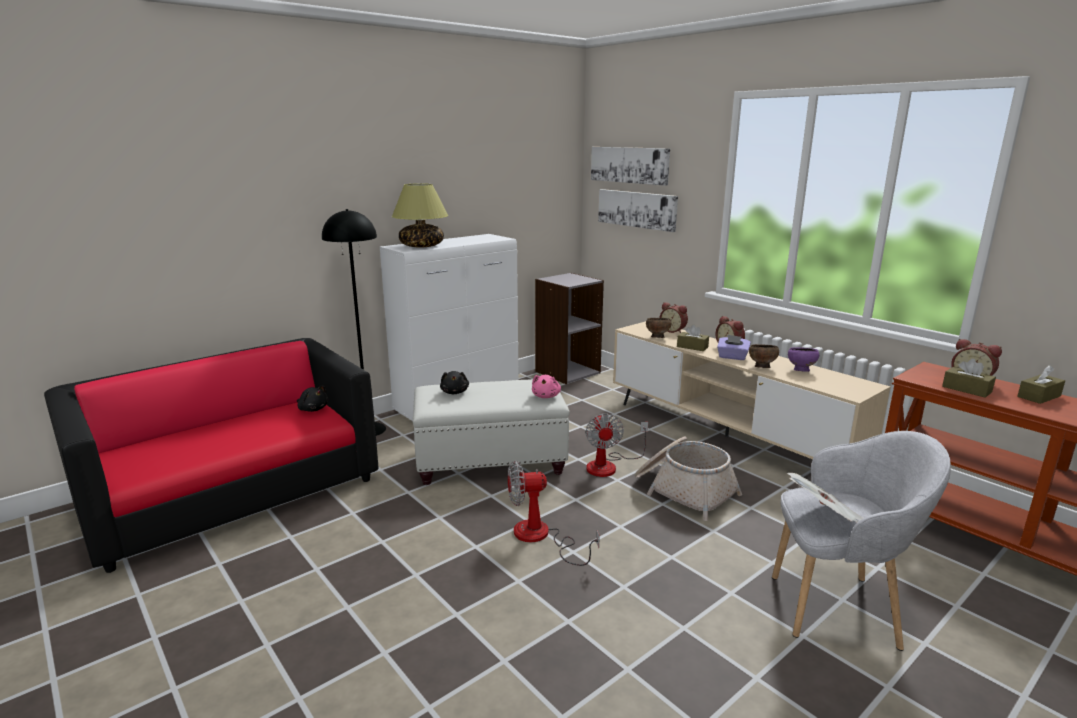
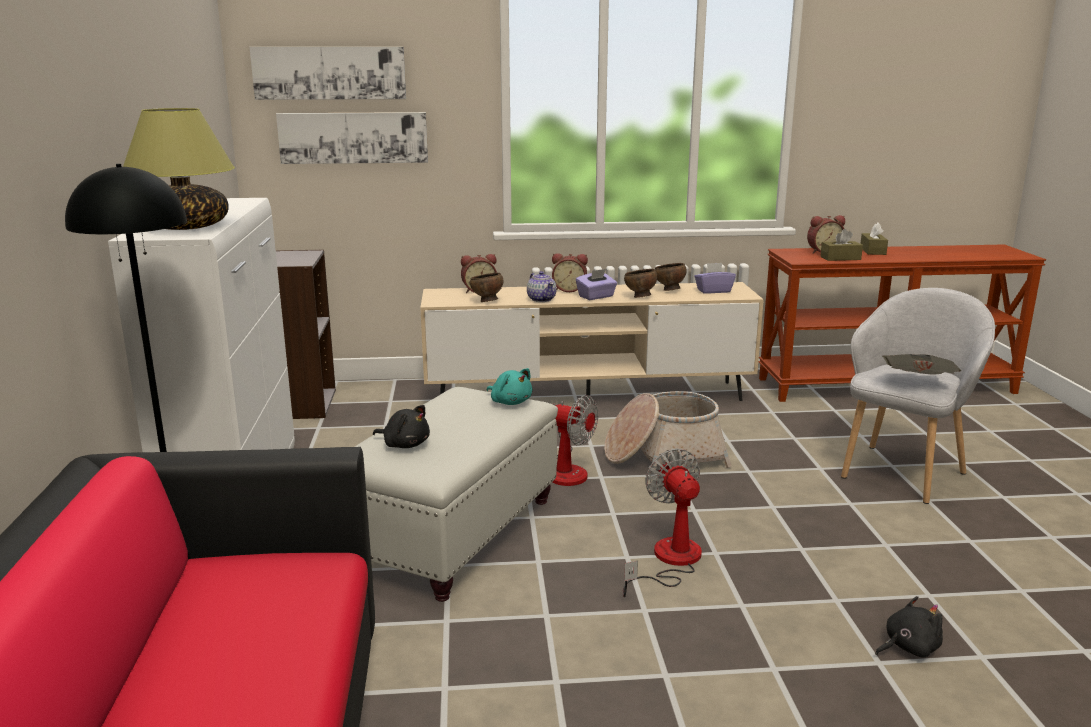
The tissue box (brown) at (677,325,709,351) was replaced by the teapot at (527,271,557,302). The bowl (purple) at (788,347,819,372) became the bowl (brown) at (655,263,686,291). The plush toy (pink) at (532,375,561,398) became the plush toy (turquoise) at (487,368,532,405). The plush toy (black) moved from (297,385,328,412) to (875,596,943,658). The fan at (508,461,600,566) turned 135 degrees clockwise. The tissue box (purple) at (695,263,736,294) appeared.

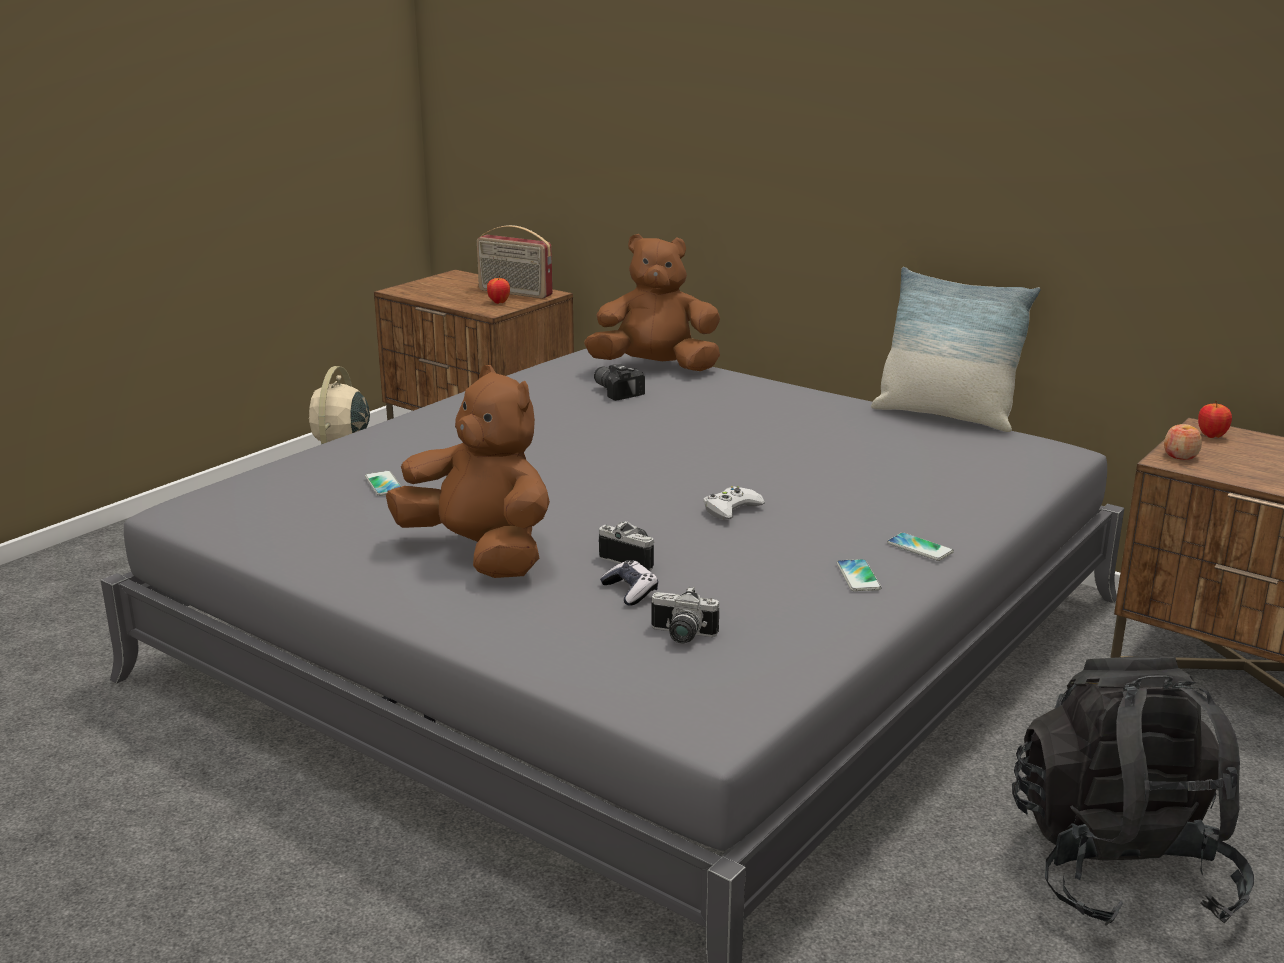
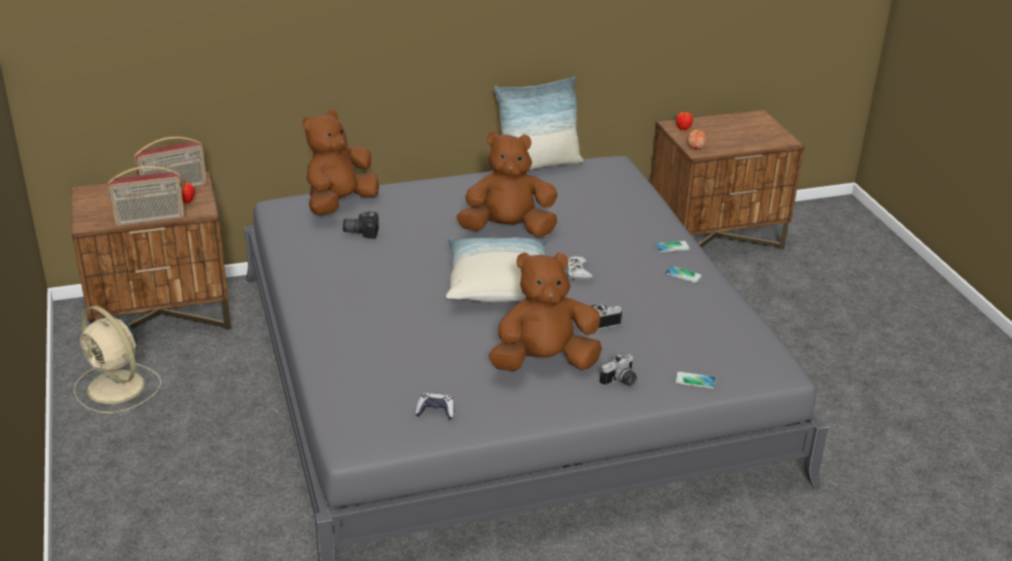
The phone moved from (365,470,402,496) to (675,371,716,389). The game controller moved from (600,560,658,606) to (415,393,454,419). The photo camera moved from (651,586,719,644) to (600,354,637,386). The backpack (black) at (1012,656,1254,926) disappeared. The plush toy (brown) at (457,132,557,236) appeared. The radio at (108,166,185,226) appeared. The pillow at (446,237,547,302) appeared.

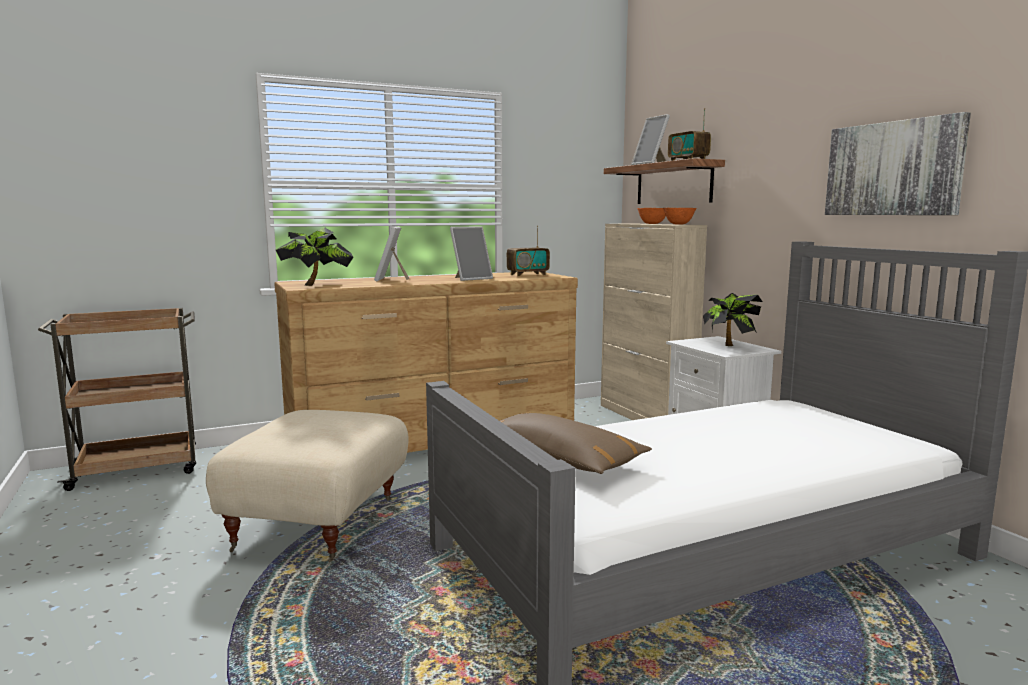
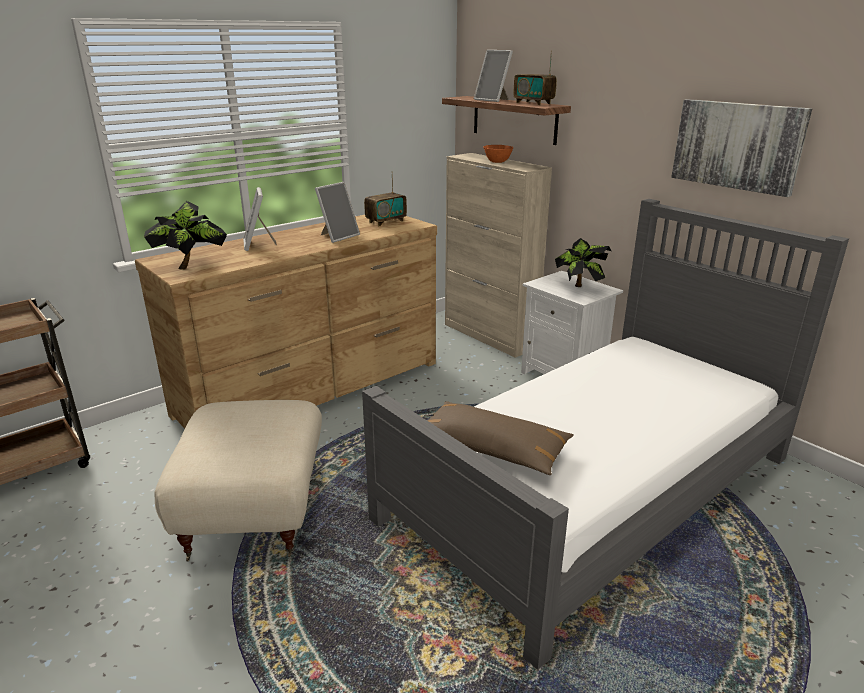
The bowl (orange) at (663,208,697,225) disappeared.

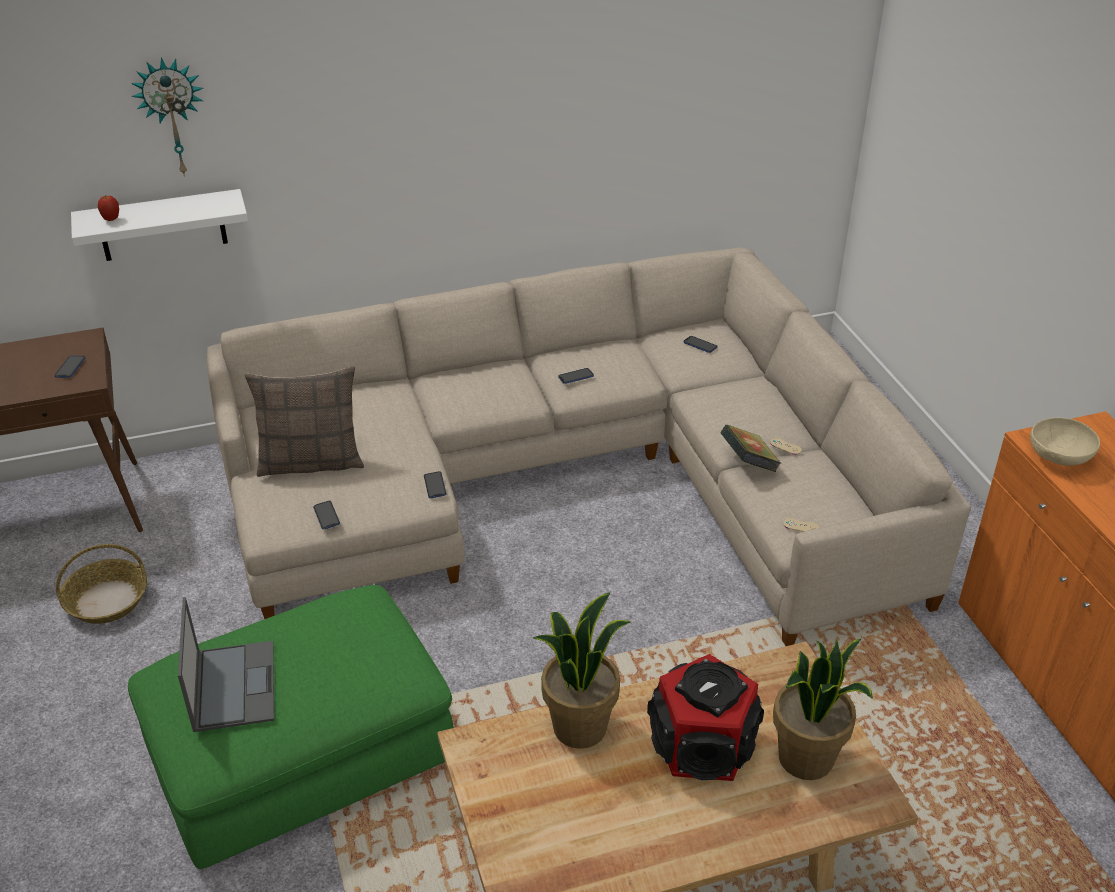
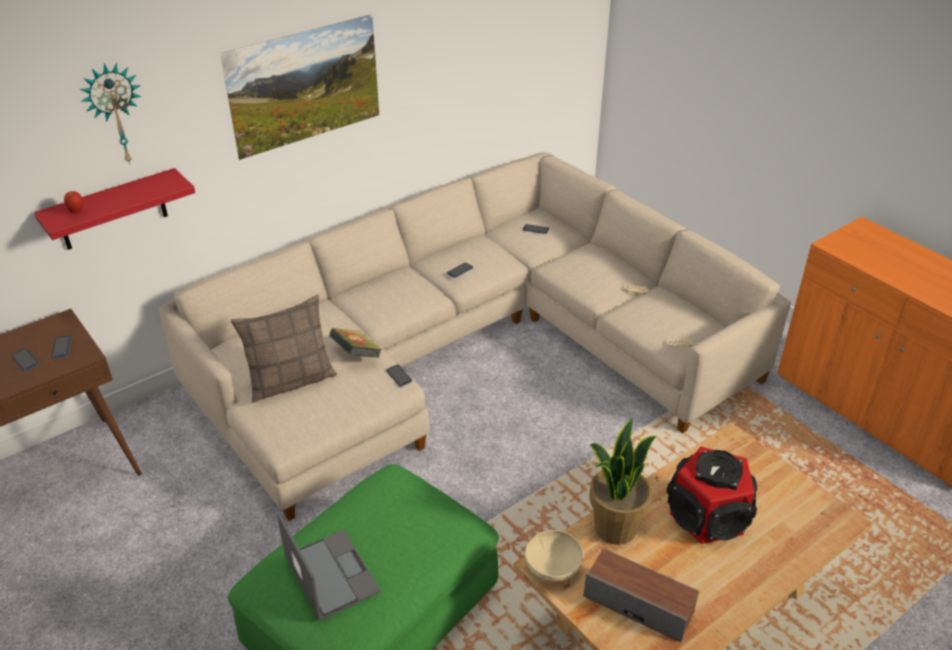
The shelf (white) at (71,189,248,261) became the shelf (red) at (34,168,195,250). The bowl (beige) moved from (1030,418,1100,466) to (525,530,584,581). The book moved from (721,425,781,472) to (329,328,382,358). The phone moved from (313,501,340,529) to (11,348,39,372). The basket at (56,544,147,624) disappeared. The potted plant at (773,638,873,780) disappeared. The picture at (220,14,379,160) appeared. The speaker at (583,548,699,642) appeared.

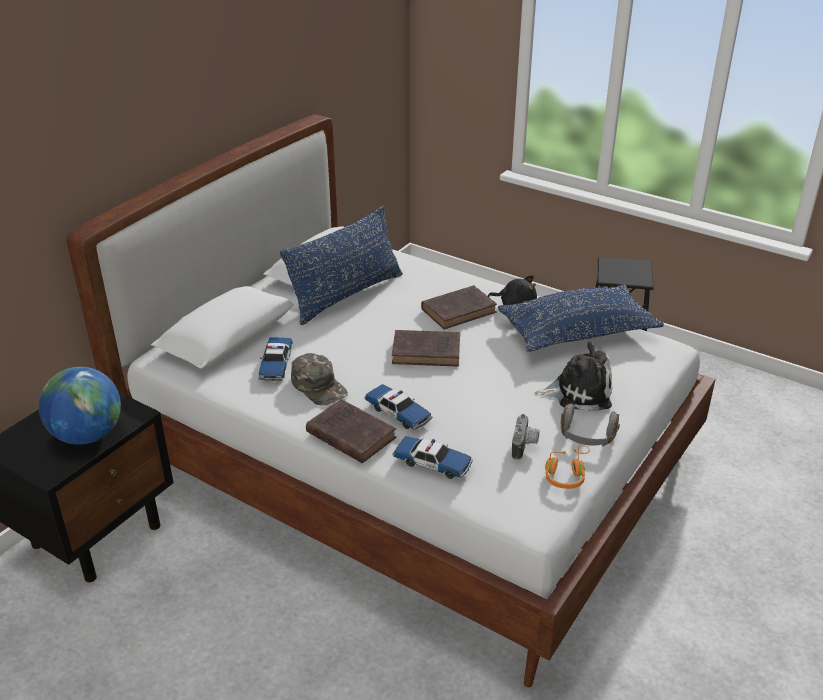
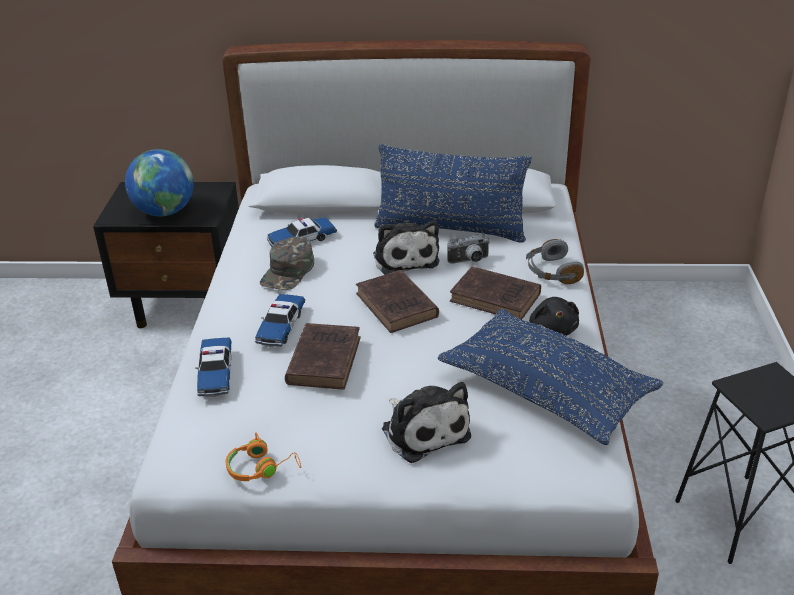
The book (brown) moved from (306,399,396,463) to (285,323,361,389). The headphones (grey) moved from (560,403,620,447) to (526,239,584,284). The photo camera moved from (512,414,539,460) to (447,234,490,264). The plush toy at (373,220,440,275) appeared.

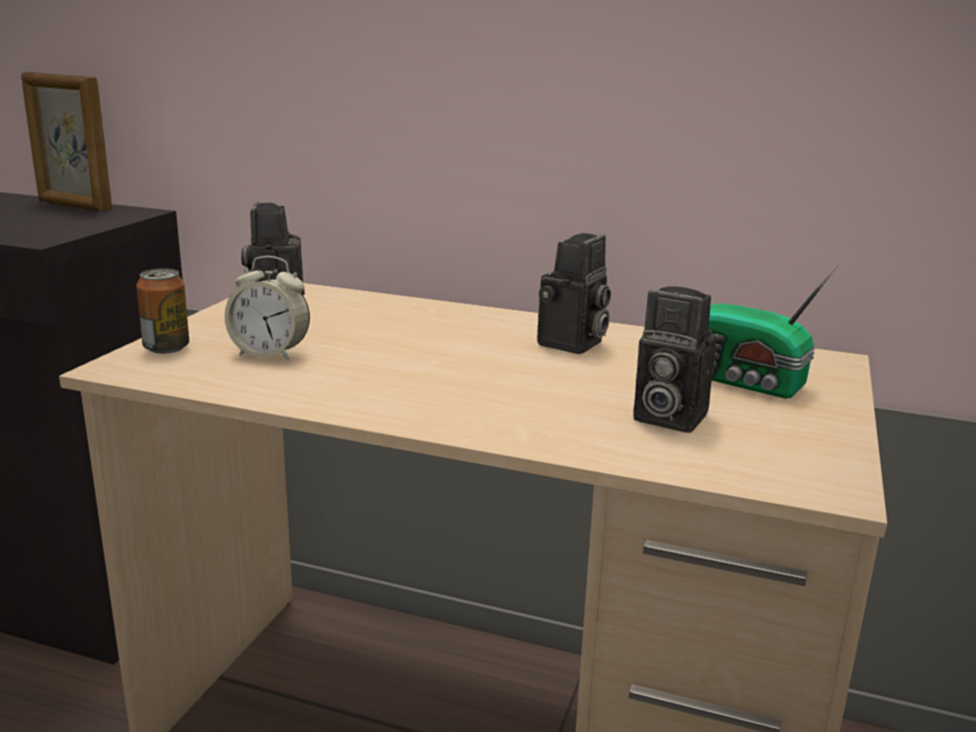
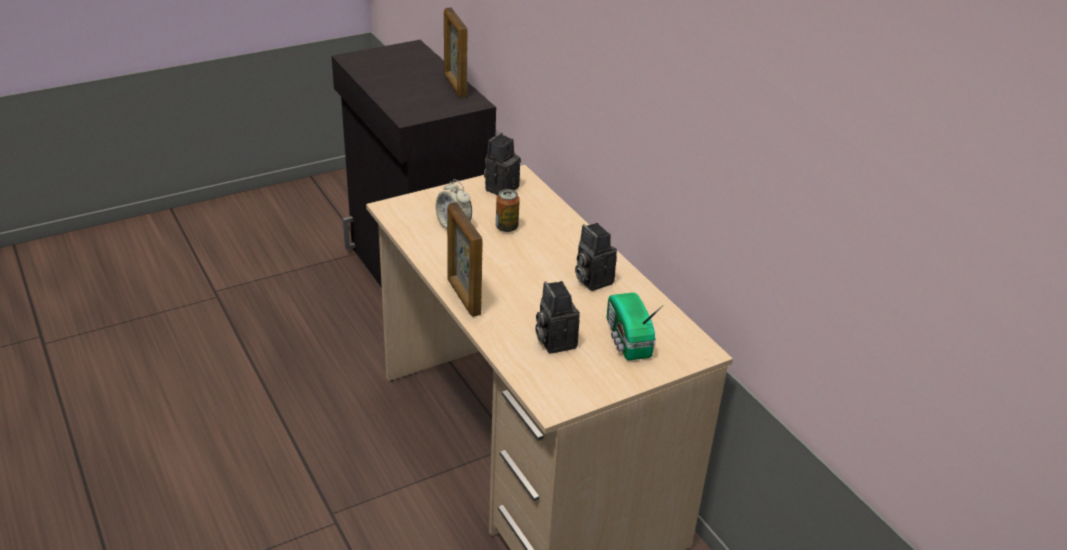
The photo camera at (537,233,611,354) turned 75 degrees clockwise. The can moved from (136,269,189,354) to (496,189,520,232). The picture frame at (447,202,483,317) appeared.

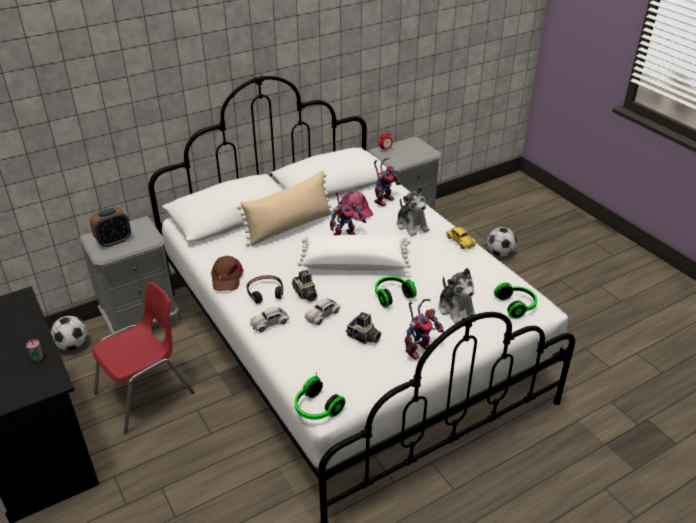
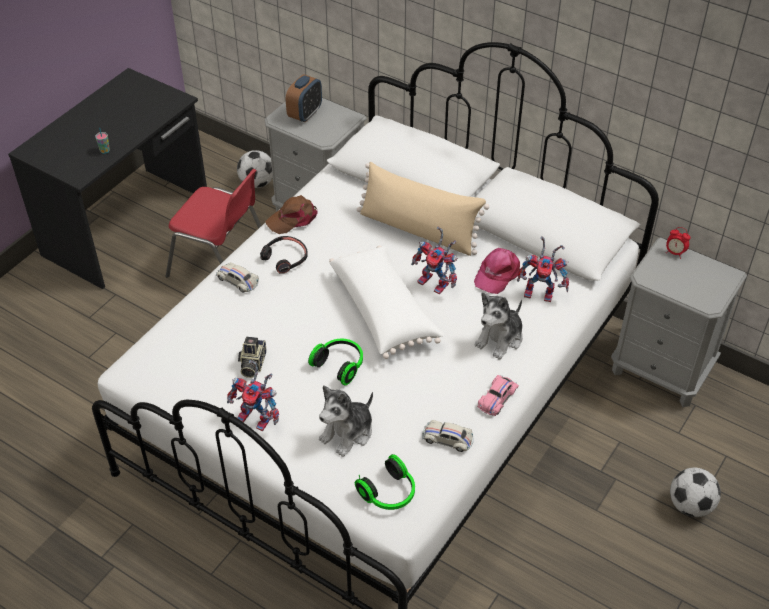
The alarm clock at (90,207,131,248) turned 90 degrees counterclockwise. The toy car (yellow) at (446,227,476,249) became the toy car (pink) at (477,375,519,416). The photo camera at (292,270,317,302) disappeared. The toy car (white) moved from (305,298,340,325) to (422,420,474,452). The headphones at (294,372,346,420) disappeared.

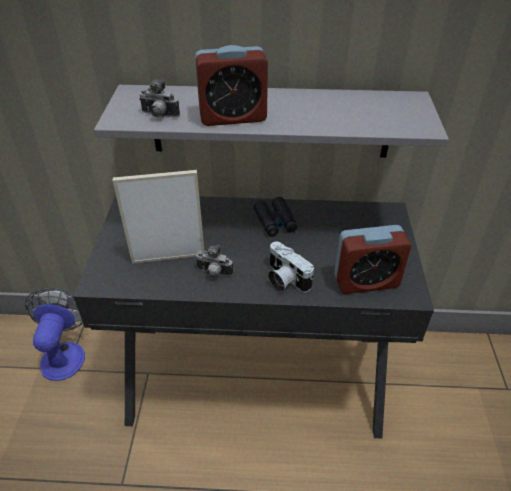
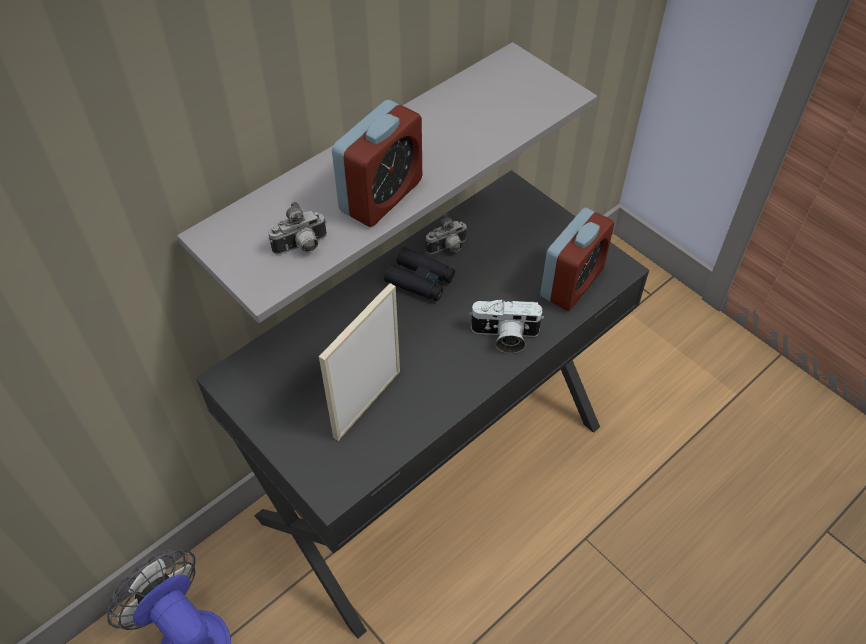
The photo camera moved from (195,244,233,278) to (426,214,468,254).

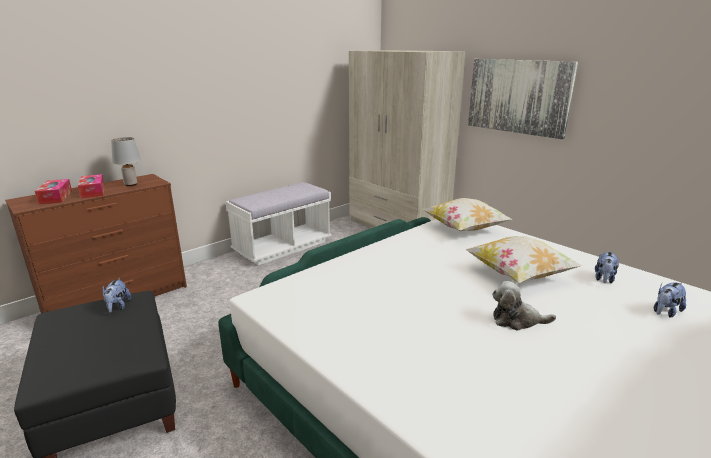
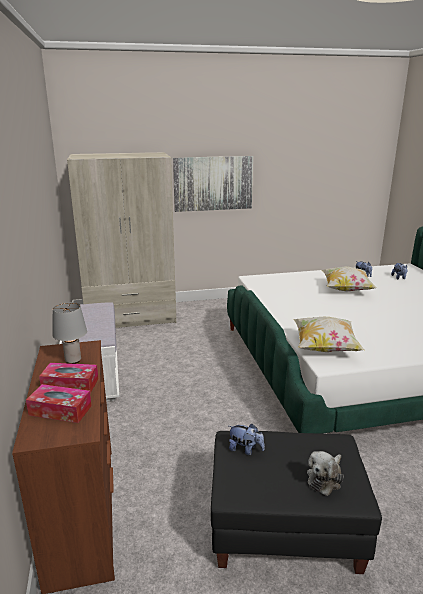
The pillow moved from (422,198,513,231) to (293,317,365,352). The plush toy moved from (492,281,556,331) to (307,451,344,496).

